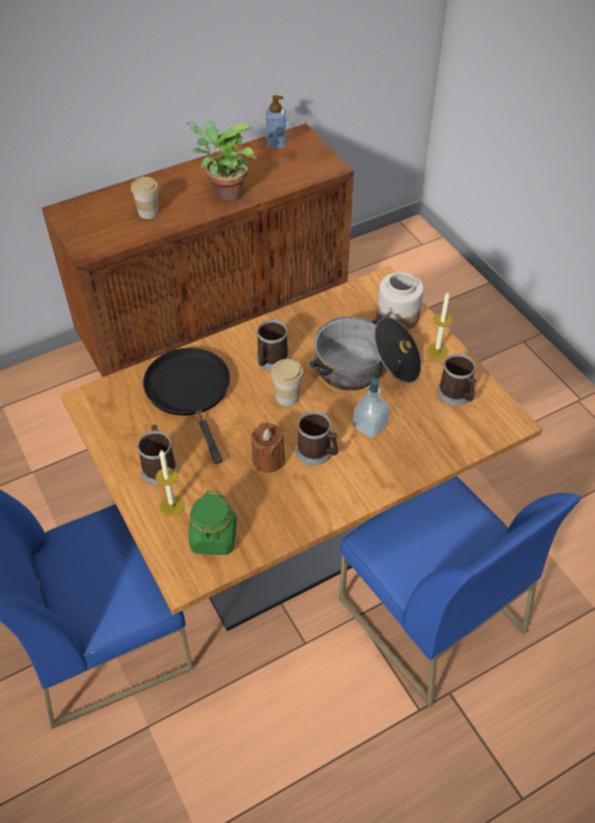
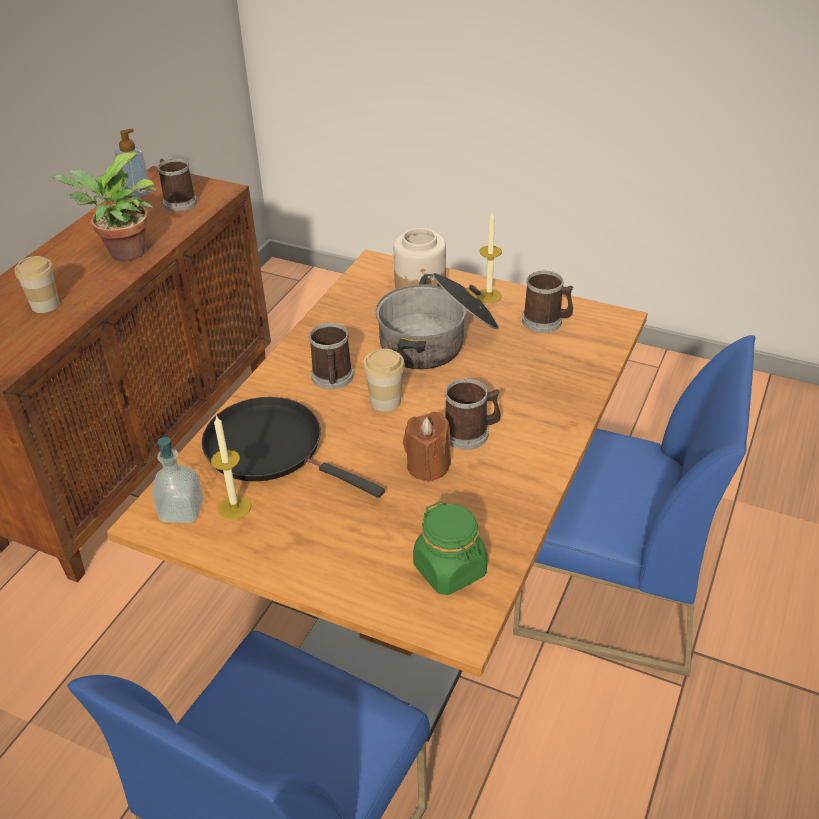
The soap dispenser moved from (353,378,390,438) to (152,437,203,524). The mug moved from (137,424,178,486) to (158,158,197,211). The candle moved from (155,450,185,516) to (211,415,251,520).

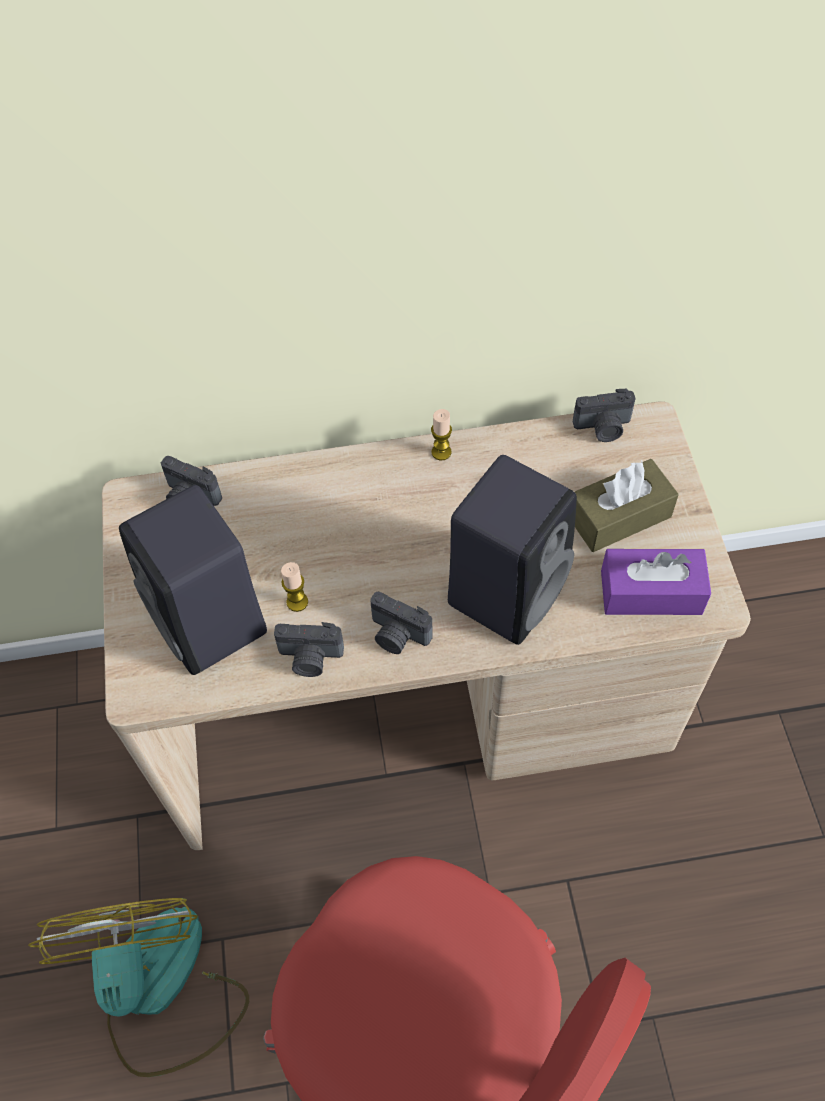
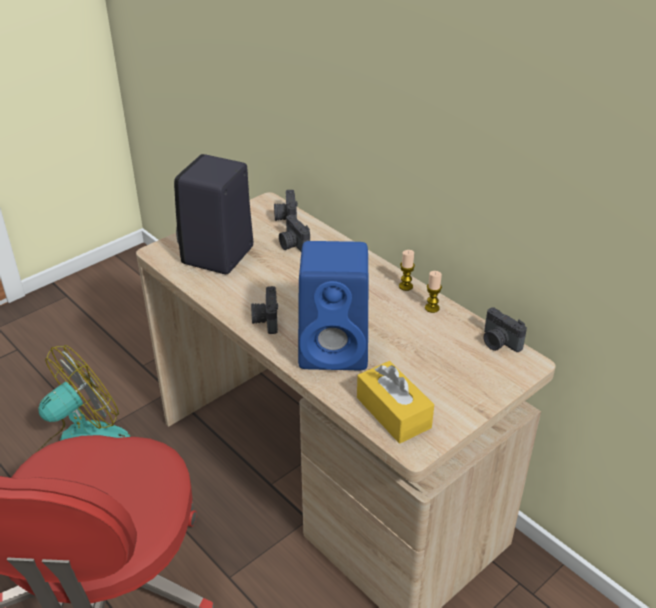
The speaker (black) at (448,455,577,645) became the speaker (blue) at (298,241,368,370). The tissue box (brown) at (575,459,679,552) disappeared. The tissue box (purple) at (601,549,711,615) became the tissue box (yellow) at (357,361,434,444). The candle moved from (281,562,308,612) to (425,271,442,313). The photo camera moved from (274,622,344,677) to (279,215,310,251).

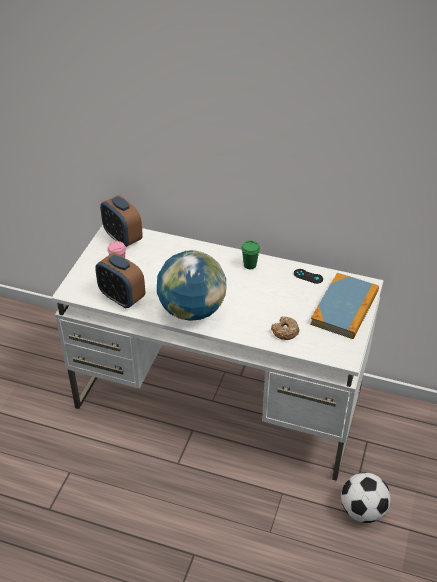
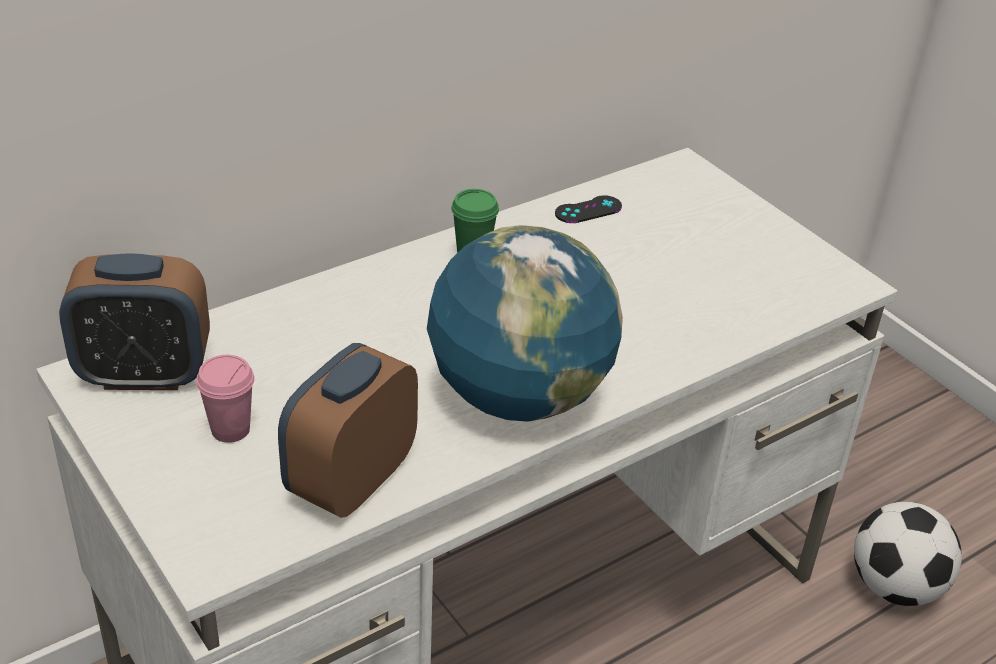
The alarm clock at (95,253,145,309) turned 135 degrees clockwise. The book at (310,273,379,339) disappeared. The donut at (271,316,299,340) disappeared.

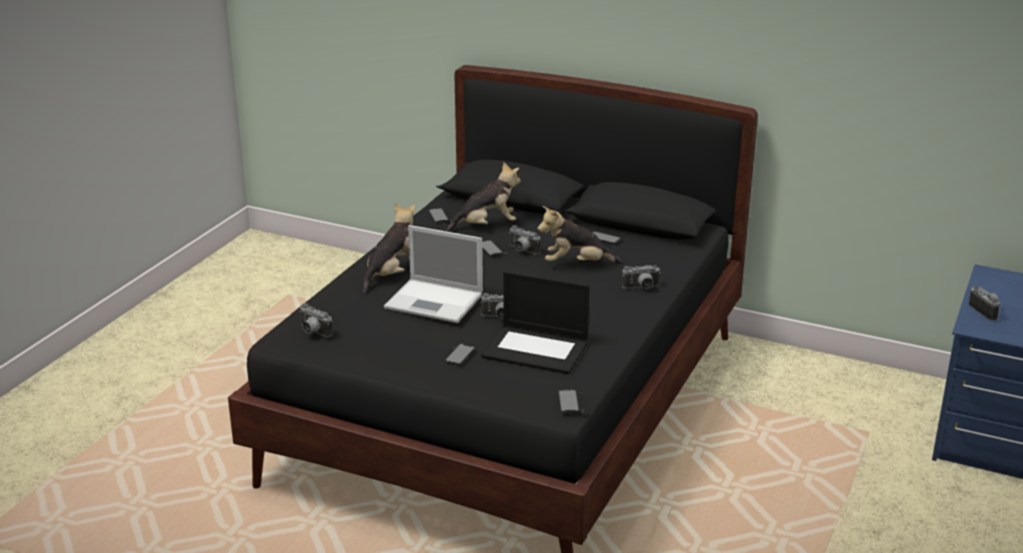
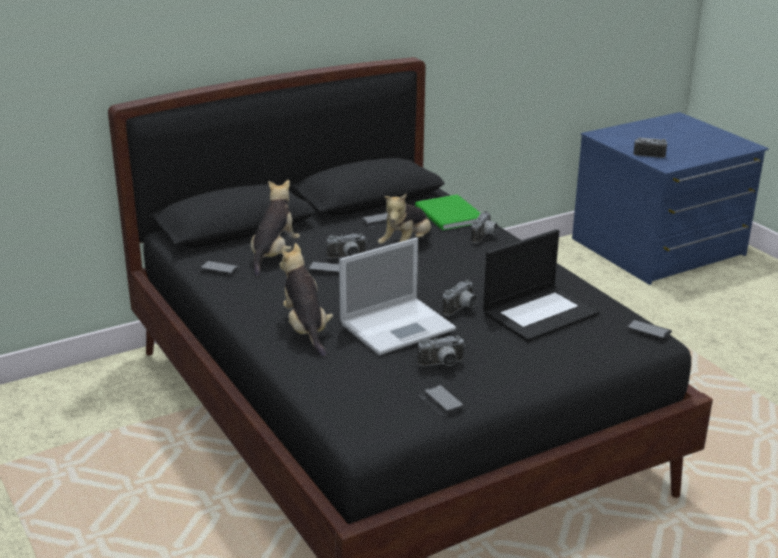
The photo camera moved from (299,303,332,337) to (418,335,465,367). The phone moved from (439,343,476,366) to (418,385,464,417). The book (green) at (415,194,481,231) appeared.

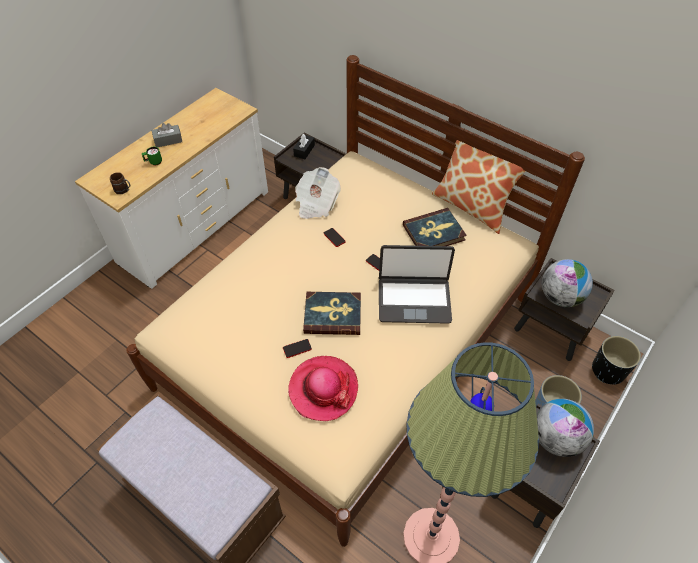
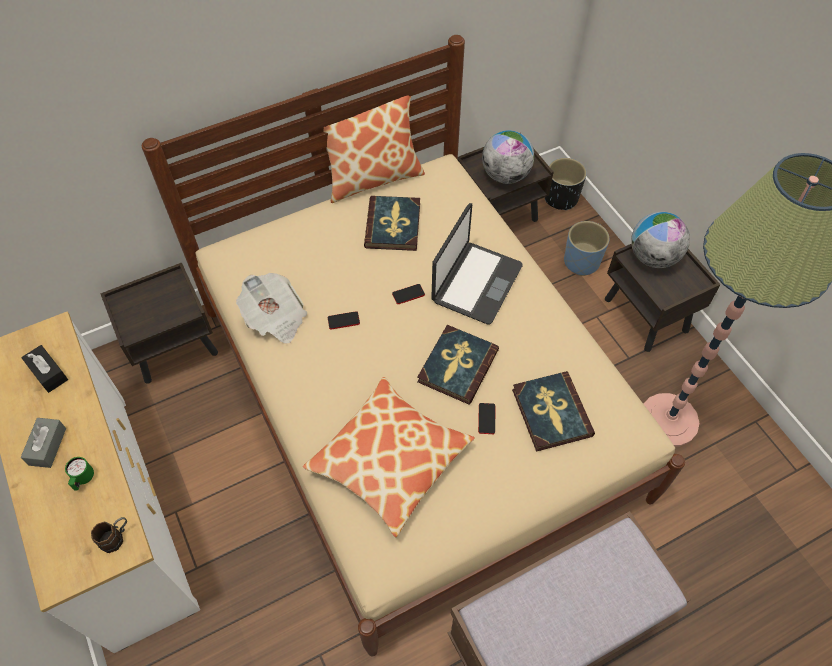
The tissue box (black) moved from (293,134,315,159) to (21,345,68,393). The hat at (288,356,358,421) was replaced by the book at (512,371,595,452). The pillow at (303,377,475,537) appeared.

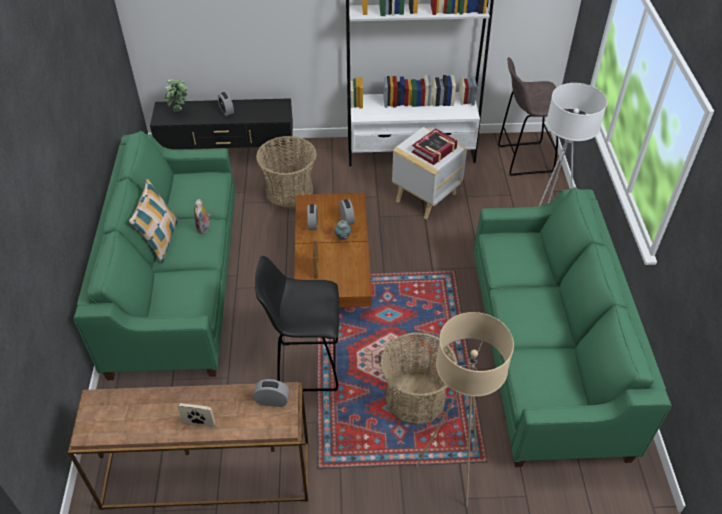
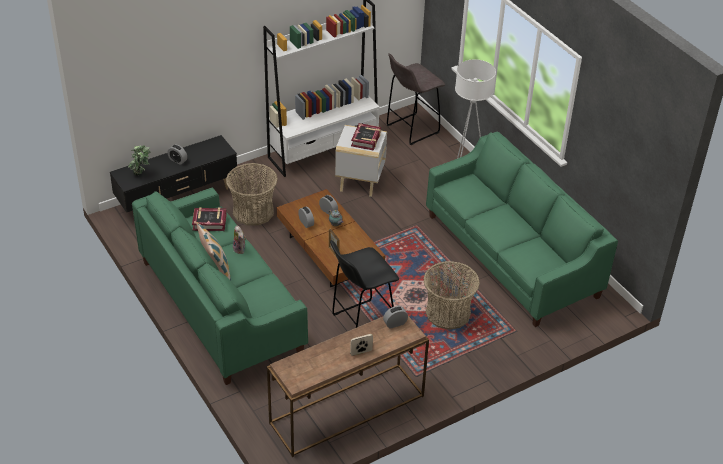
The floor lamp (beige) at (416,312,514,507) disappeared. The book at (192,207,227,231) appeared.

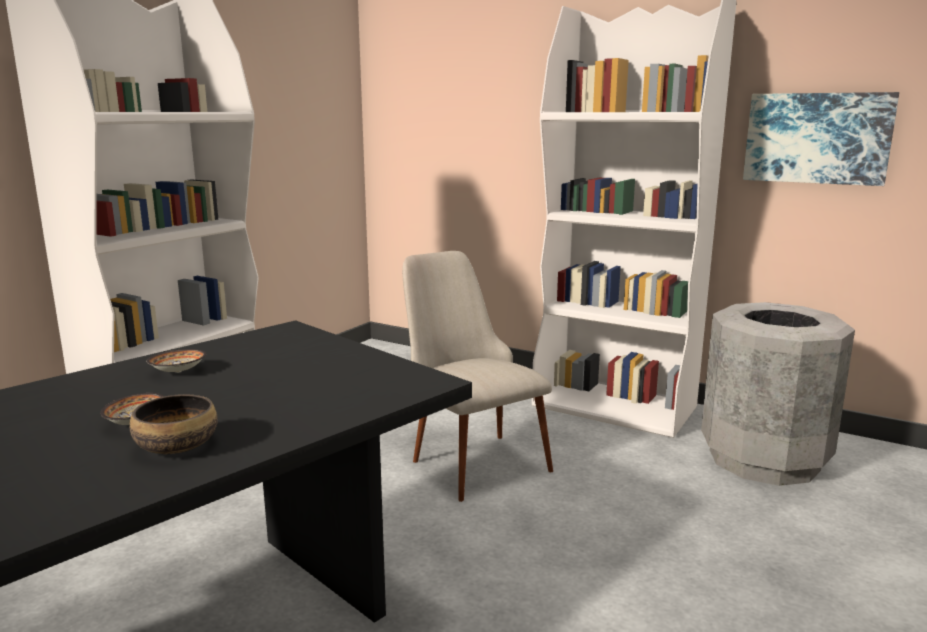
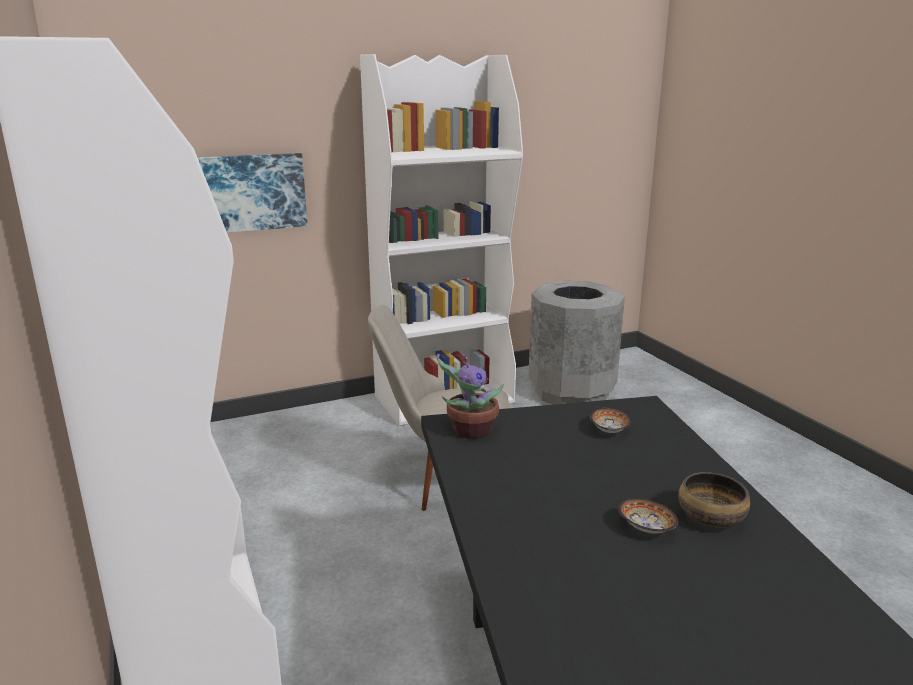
The picture moved from (743,92,899,186) to (198,153,307,233). The bowl moved from (146,349,206,373) to (590,408,631,433). The potted plant at (437,353,504,439) appeared.

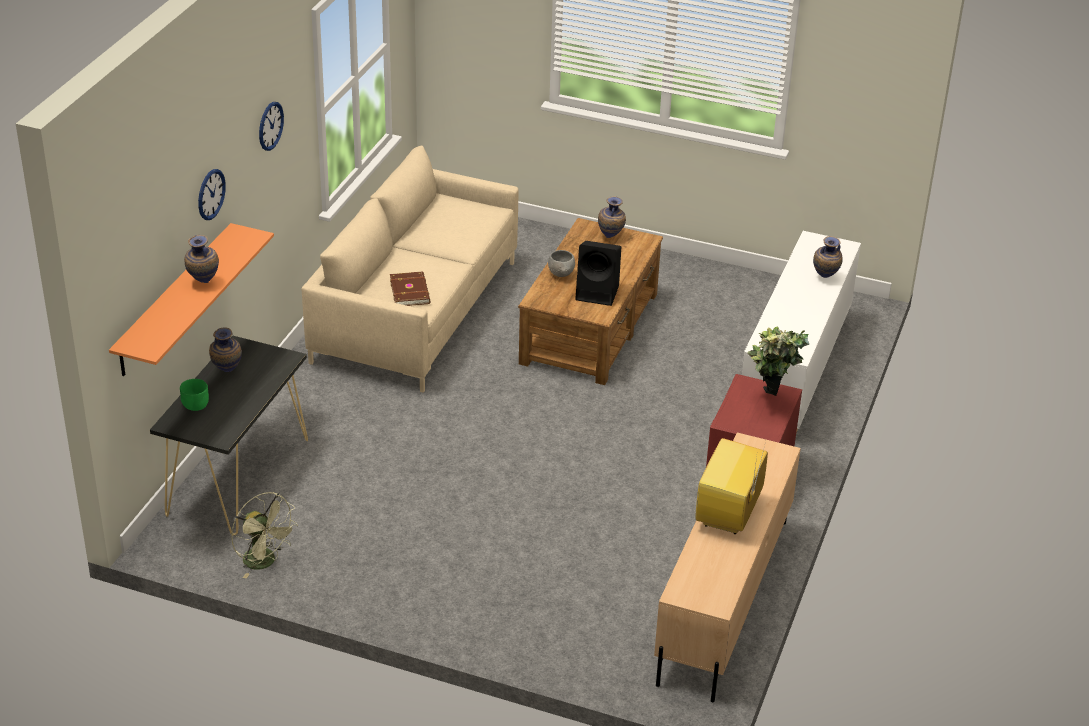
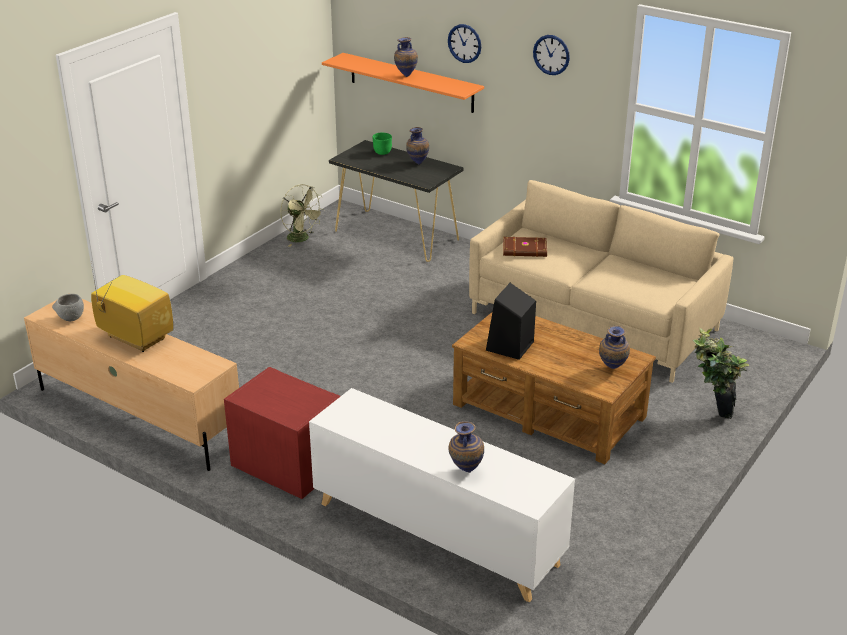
The bowl (grey) moved from (548,250,575,277) to (52,294,84,321). The potted plant moved from (747,327,809,396) to (693,328,749,419). The fan (green) at (231,492,298,578) turned 105 degrees counterclockwise.

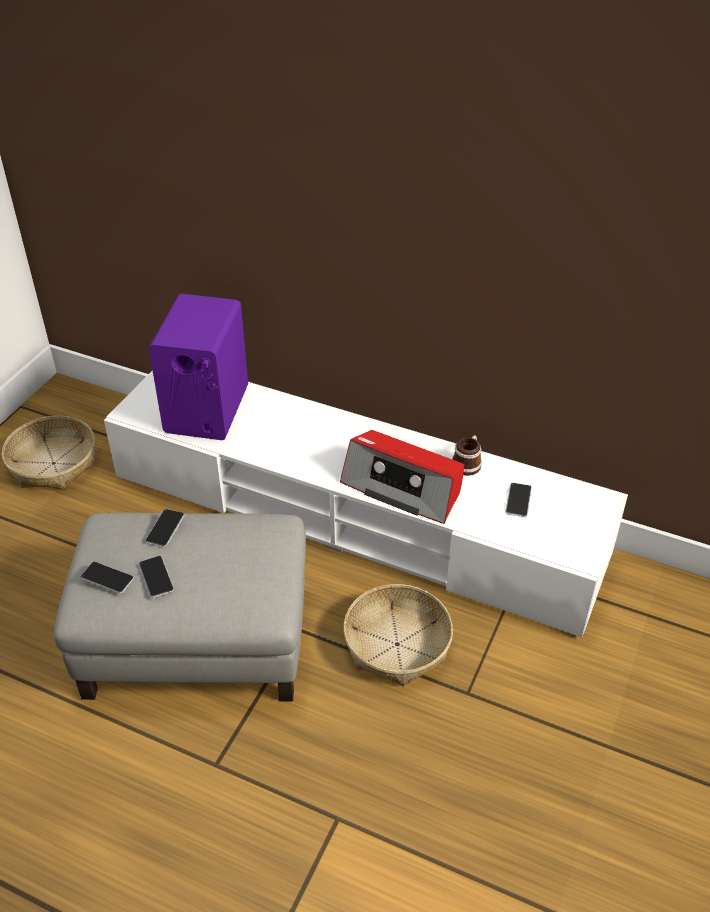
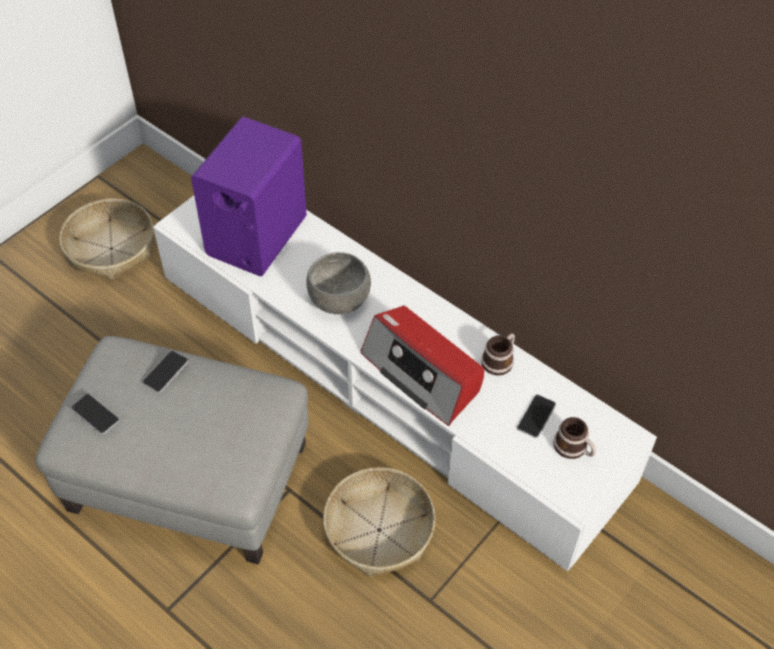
The phone at (139,556,174,598) disappeared. The bowl (grey) at (306,252,371,314) appeared. The mug at (553,417,596,459) appeared.

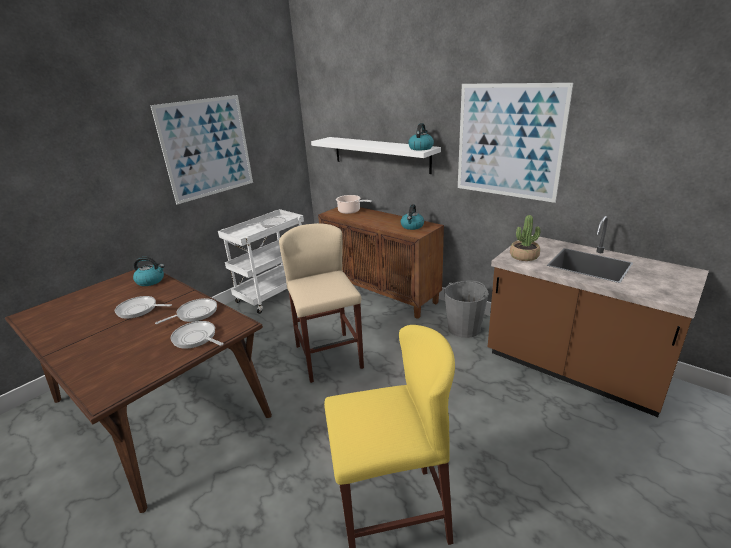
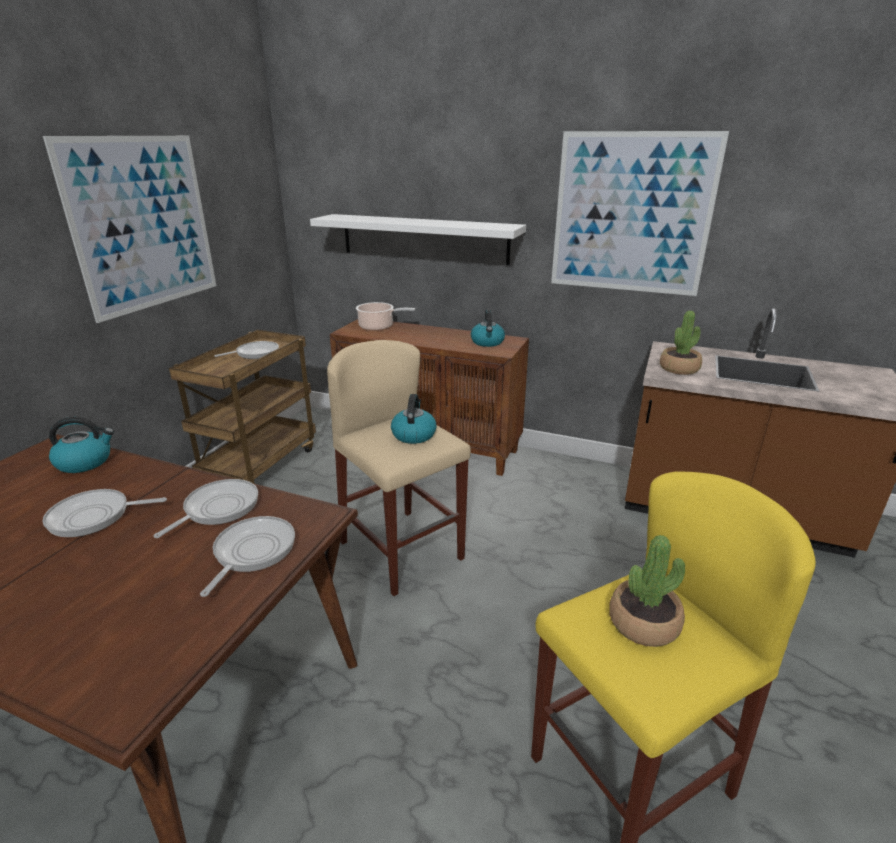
The kettle moved from (408,123,434,150) to (391,394,436,444). The cart (white) at (218,209,304,314) became the cart (brown) at (169,330,316,483). The bucket (grey) at (444,281,488,338) disappeared. The frying pan at (170,321,224,349) turned 90 degrees clockwise. The potted plant at (609,535,685,647) appeared.

